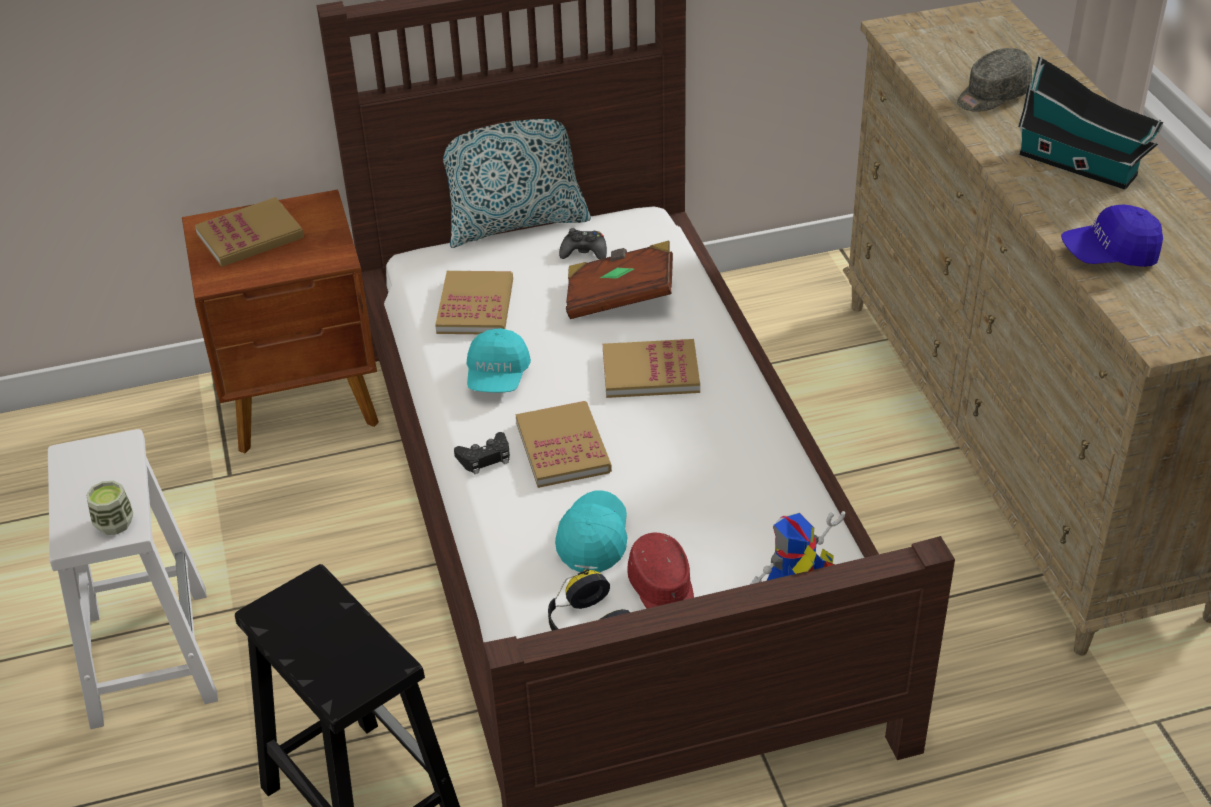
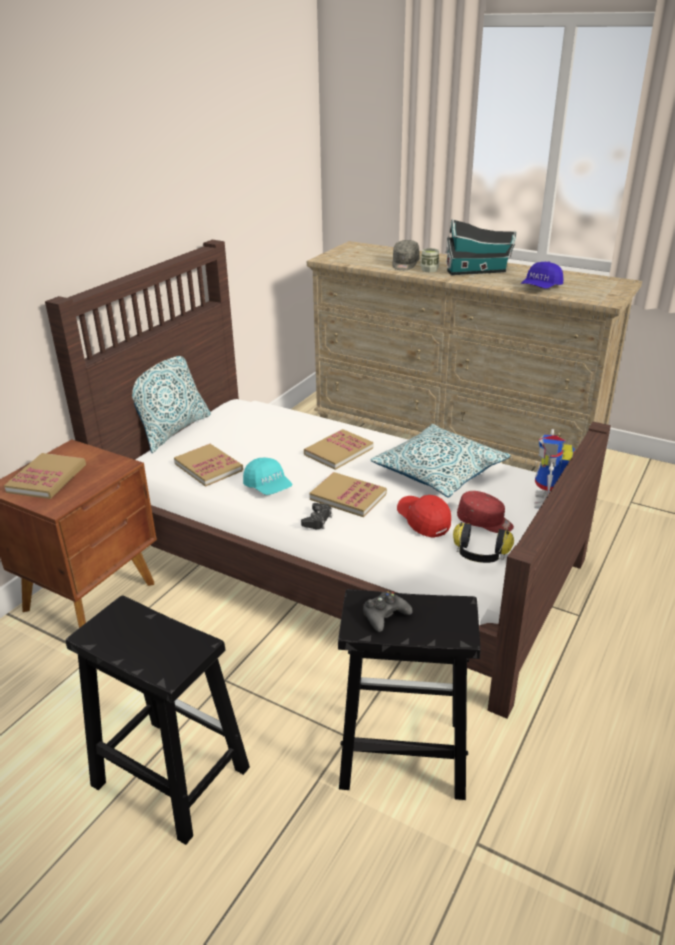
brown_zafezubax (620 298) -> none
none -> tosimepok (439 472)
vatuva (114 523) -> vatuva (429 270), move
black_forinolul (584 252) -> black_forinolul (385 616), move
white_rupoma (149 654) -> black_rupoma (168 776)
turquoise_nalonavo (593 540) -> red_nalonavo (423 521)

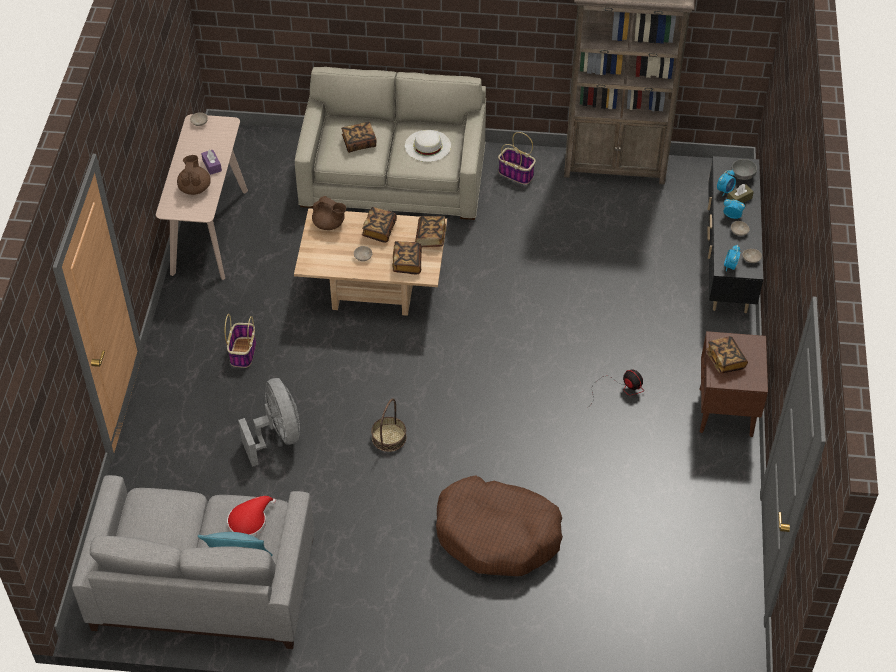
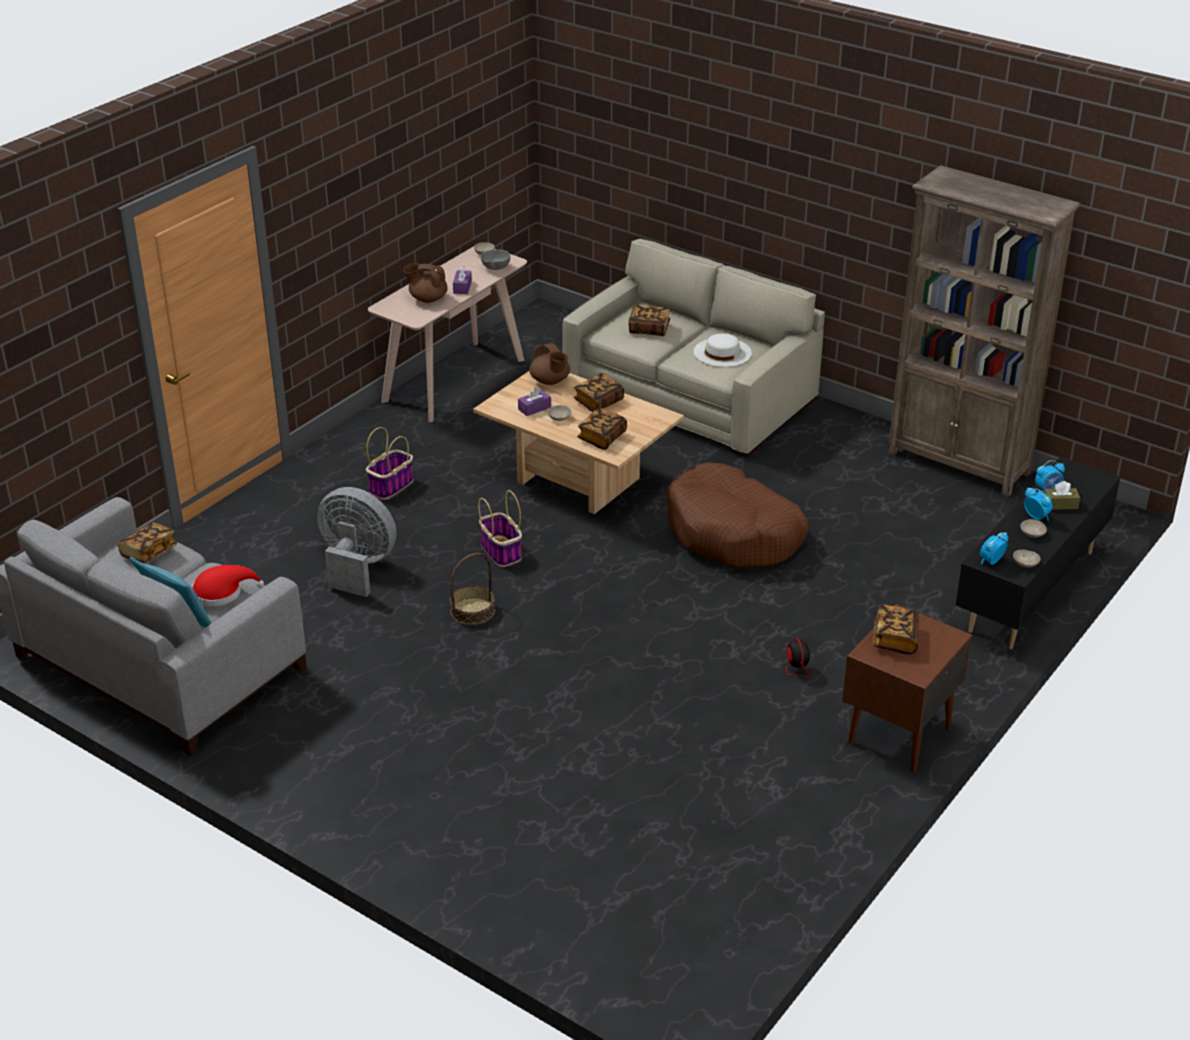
none -> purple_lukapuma (534 408)
zafezubax (430 237) -> zafezubax (149 552), move
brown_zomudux (497 535) -> brown_zomudux (734 533), move
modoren (516 174) -> modoren (501 552), move
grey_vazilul (742 176) -> grey_vazilul (495 268), move
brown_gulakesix (195 188) -> brown_gulakesix (427 299), 105 degrees counterclockwise
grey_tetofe (277 436) -> grey_tetofe (357 567), 75 degrees counterclockwise

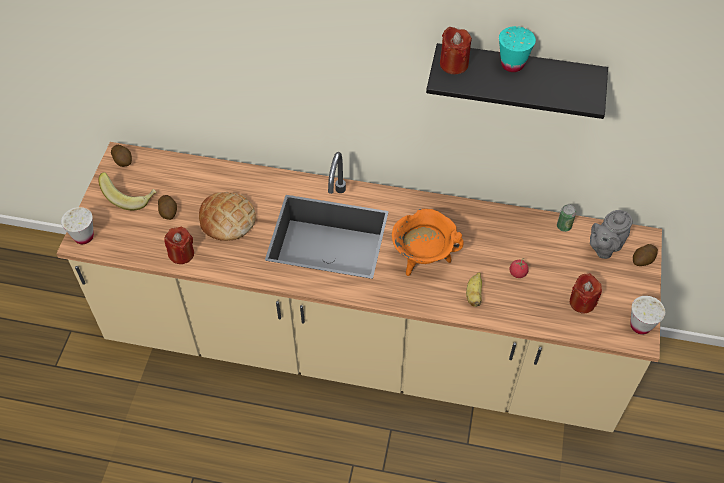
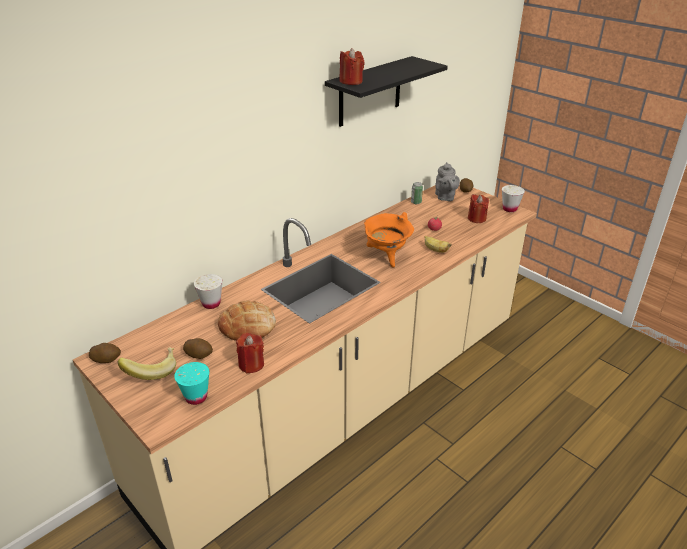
white_vatuva (84 237) -> white_vatuva (211 304), move
turquoise_vatuva (512 64) -> turquoise_vatuva (196 397), move

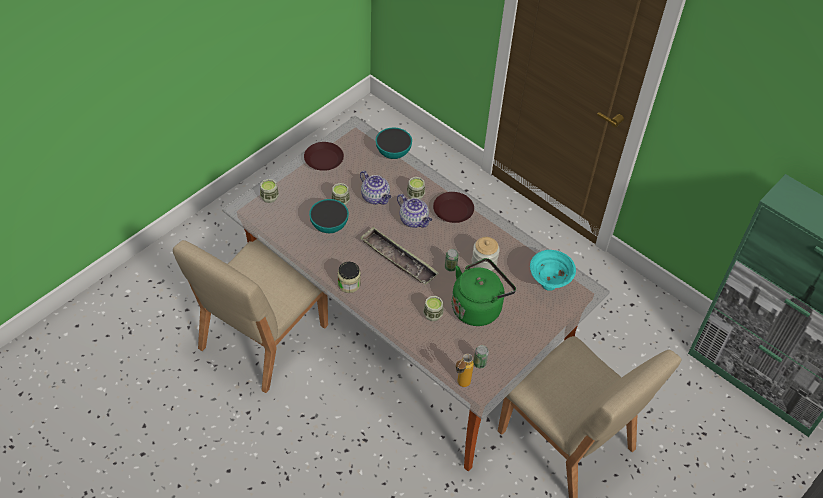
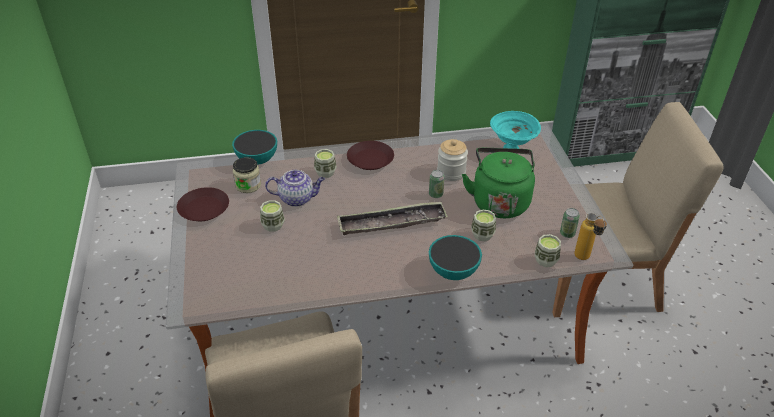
gulakesix (414 220) -> none
vatuva (269 197) -> vatuva (546 260), move
vazilul (329 226) -> vazilul (453 271), move
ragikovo (349 284) -> ragikovo (248 185), move

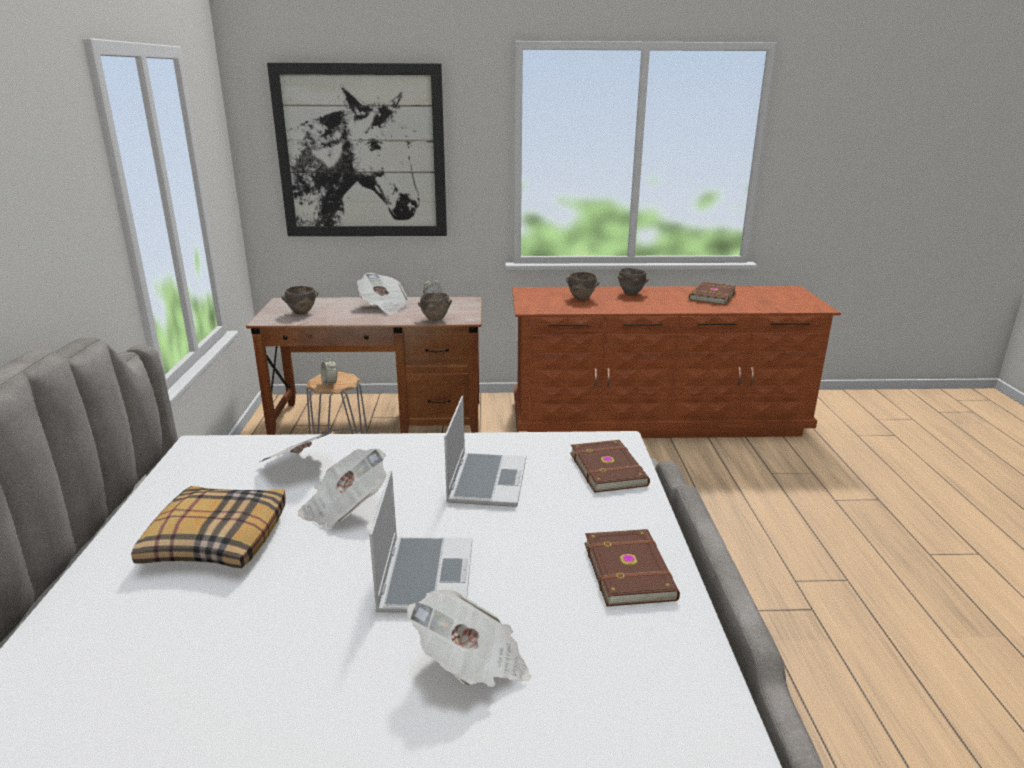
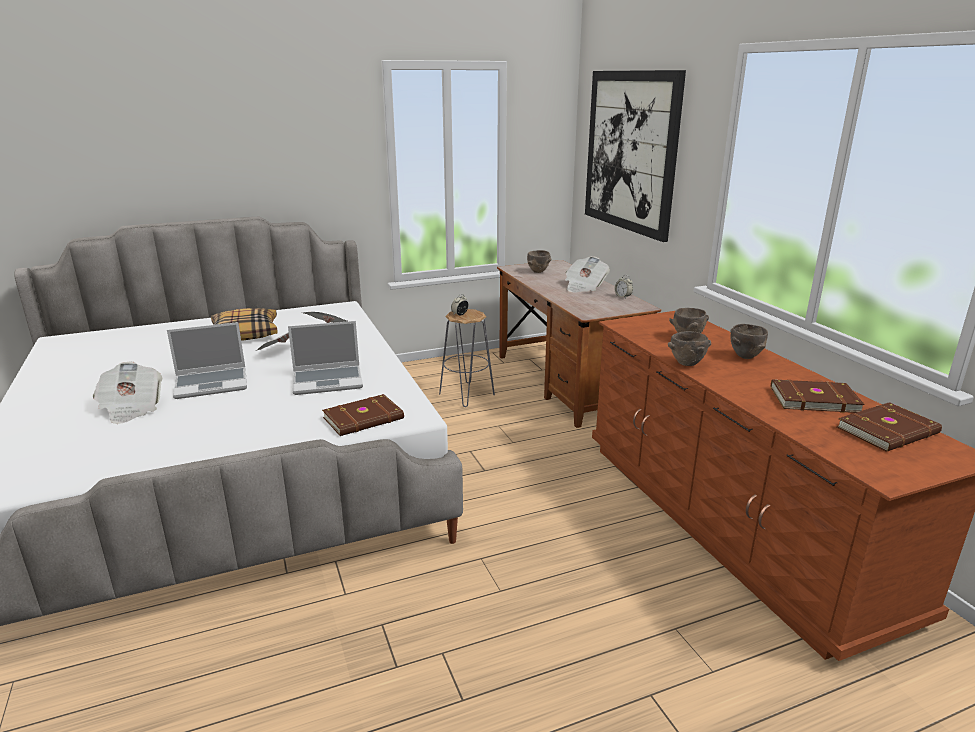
brown_vazilul (435 319) -> brown_vazilul (687 364), move
brown_zafezubax (630 570) -> brown_zafezubax (889 431), move

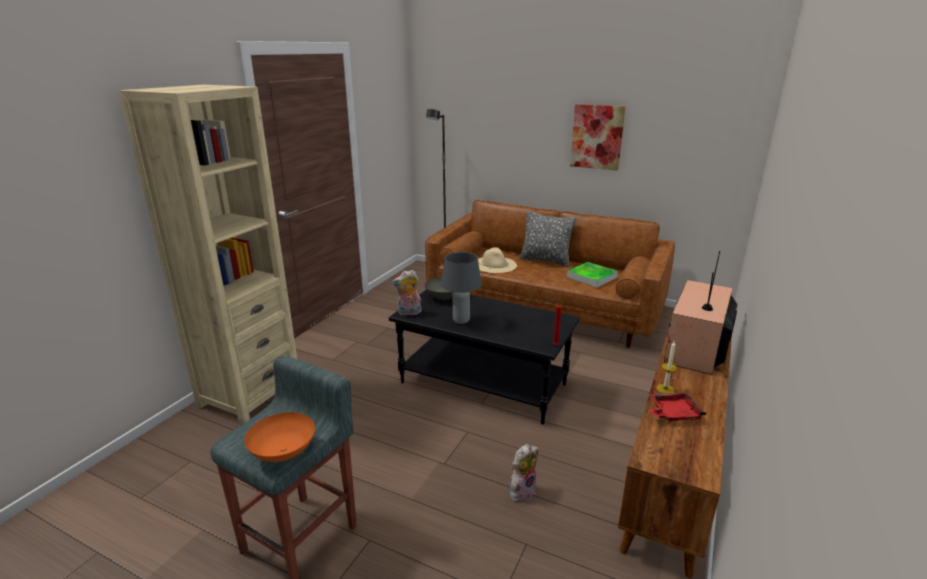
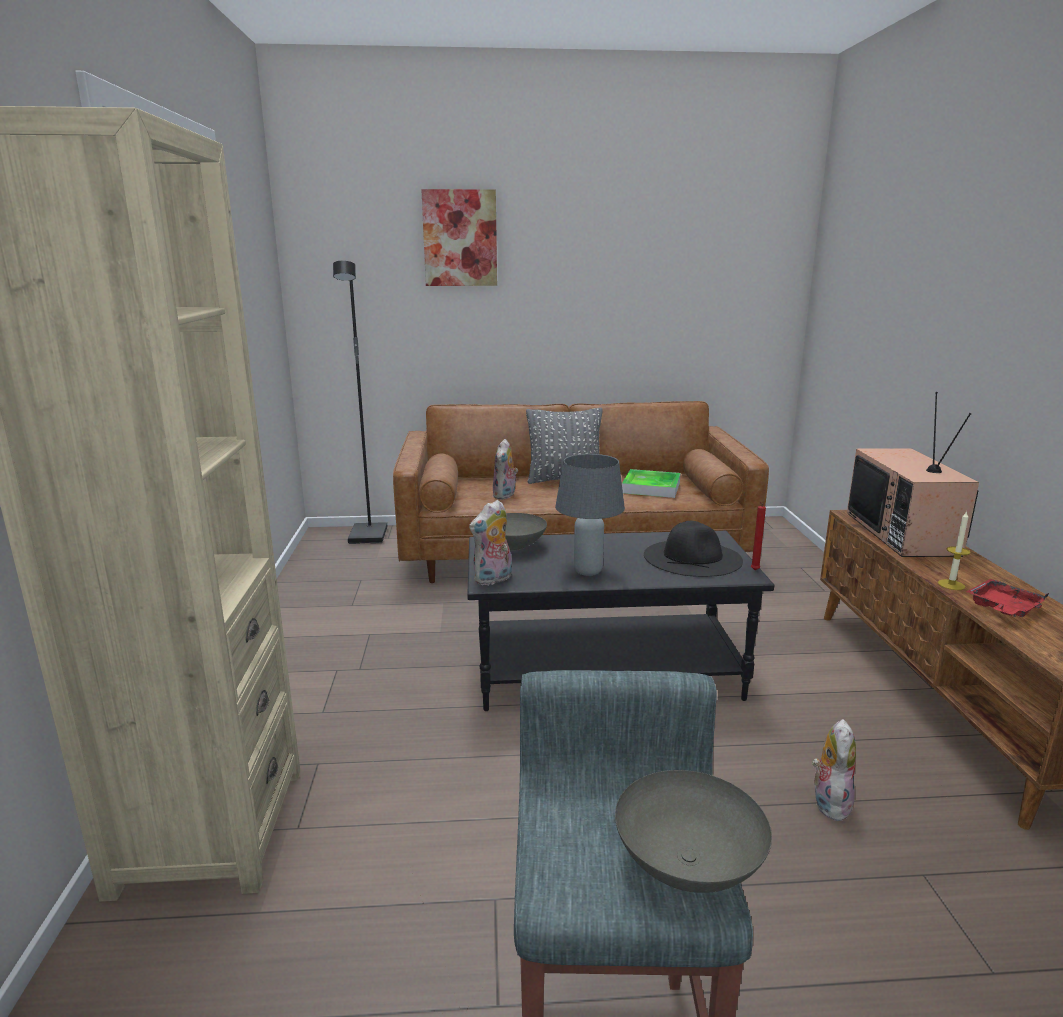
none -> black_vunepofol (692 557)
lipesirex (597 137) -> lipesirex (460 238), move
beige_vunepofol (494 264) -> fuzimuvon (505 495)
orange_vazilul (282 453) -> grey_vazilul (686 867)

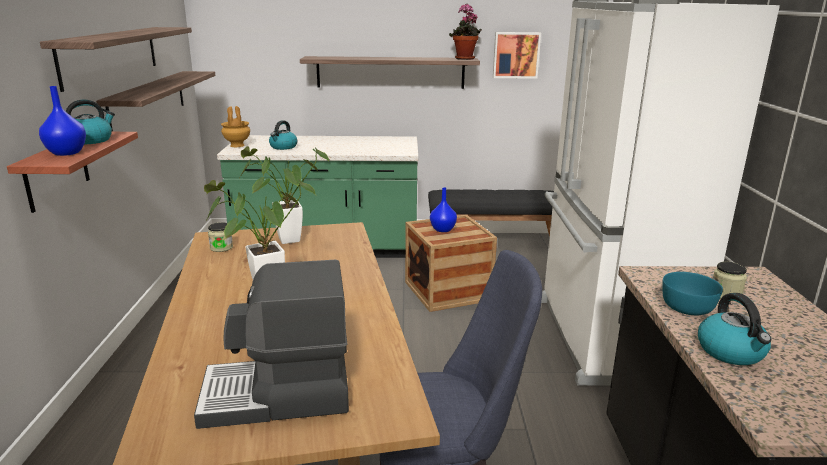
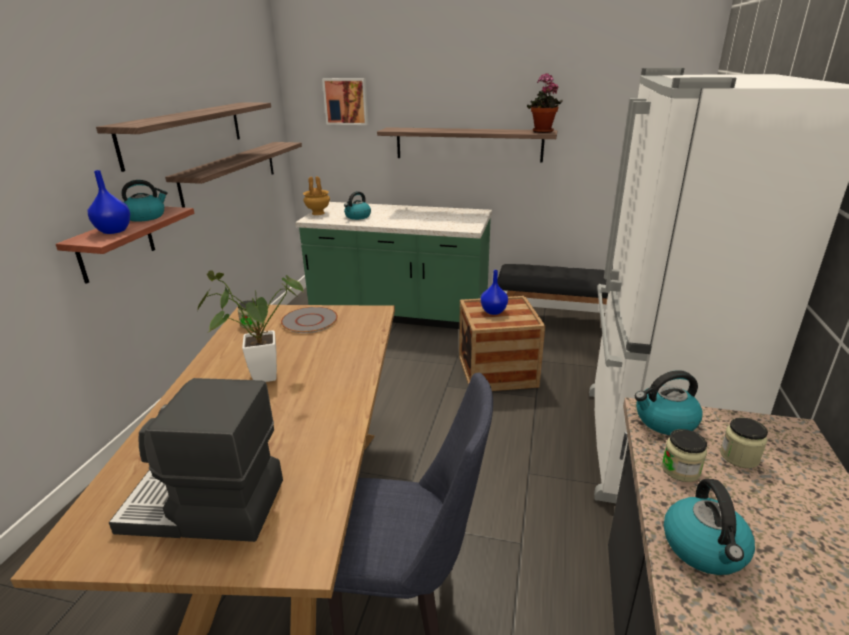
none -> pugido (664 421)
lipesirex (516 55) -> lipesirex (346 101), move
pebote (283 240) -> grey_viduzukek (309 321)
turquoise_vazilul (688 307) -> ragikovo (680 470)

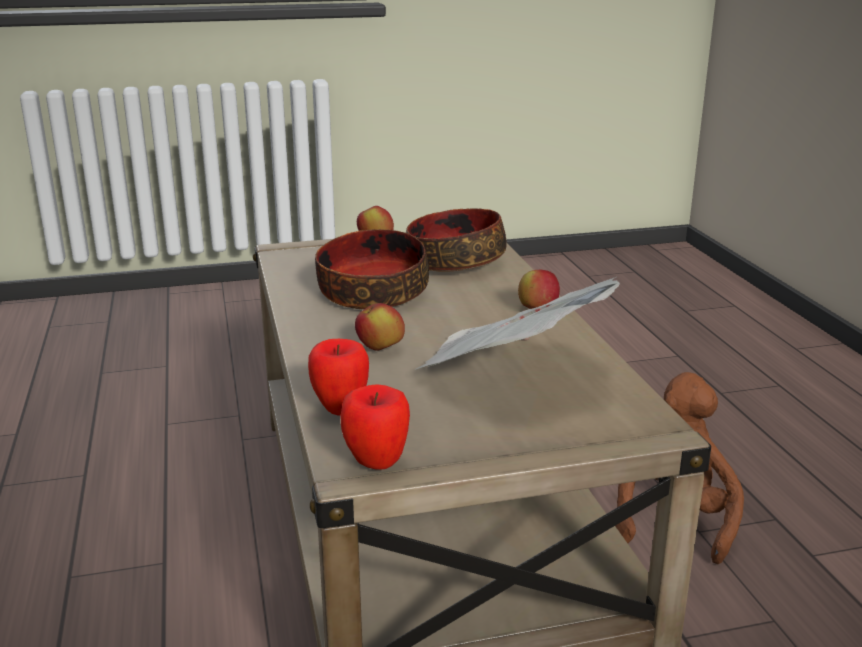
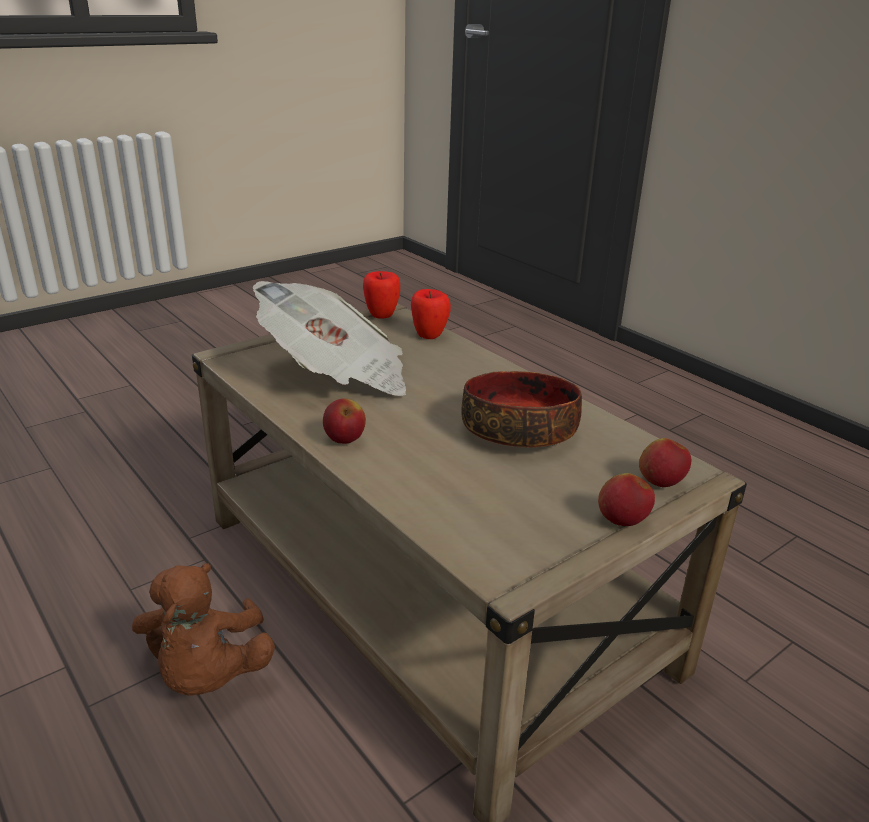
vazilul (454 261) -> none
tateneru (380 348) -> tateneru (660 482), move

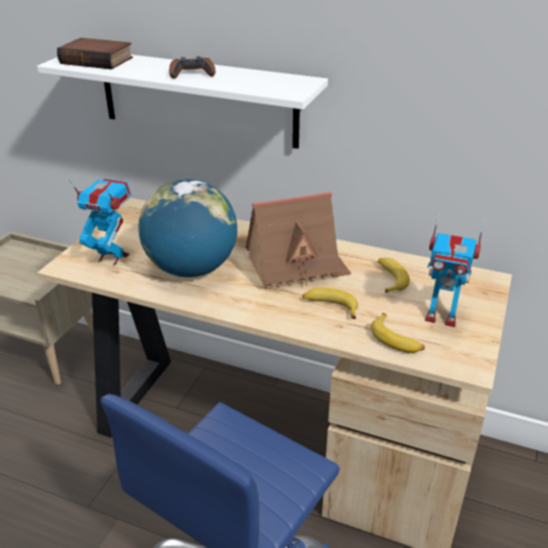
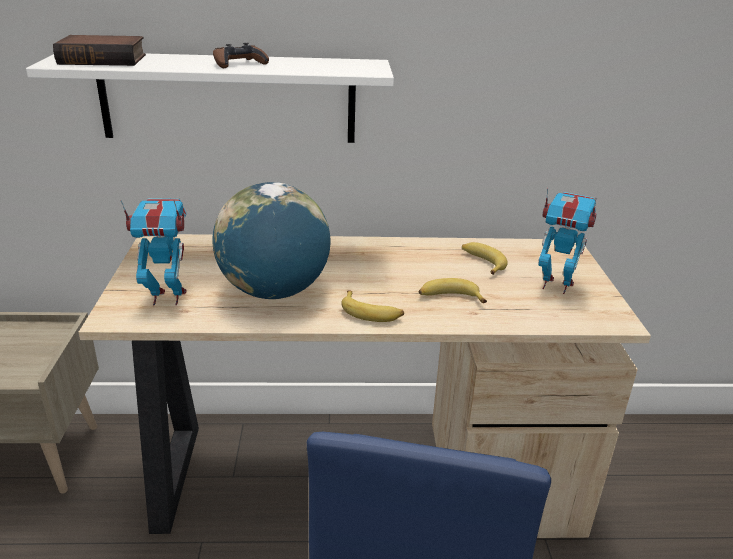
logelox (296 266) -> none
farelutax (396 339) -> farelutax (371 313), move
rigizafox (441 316) -> rigizafox (556 285), 150 degrees counterclockwise

